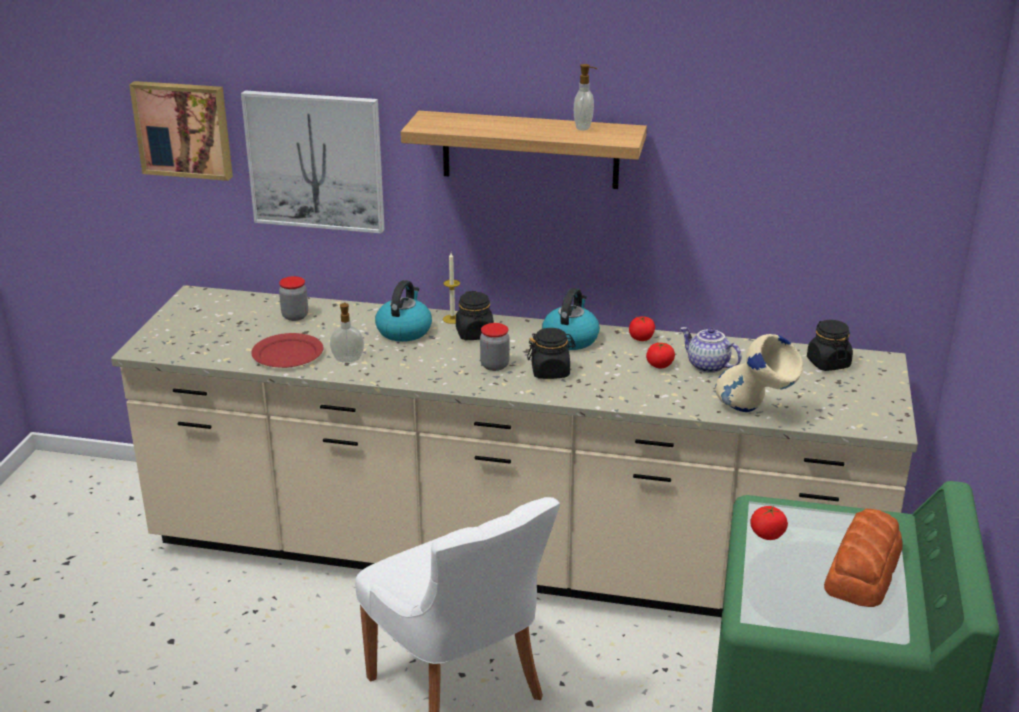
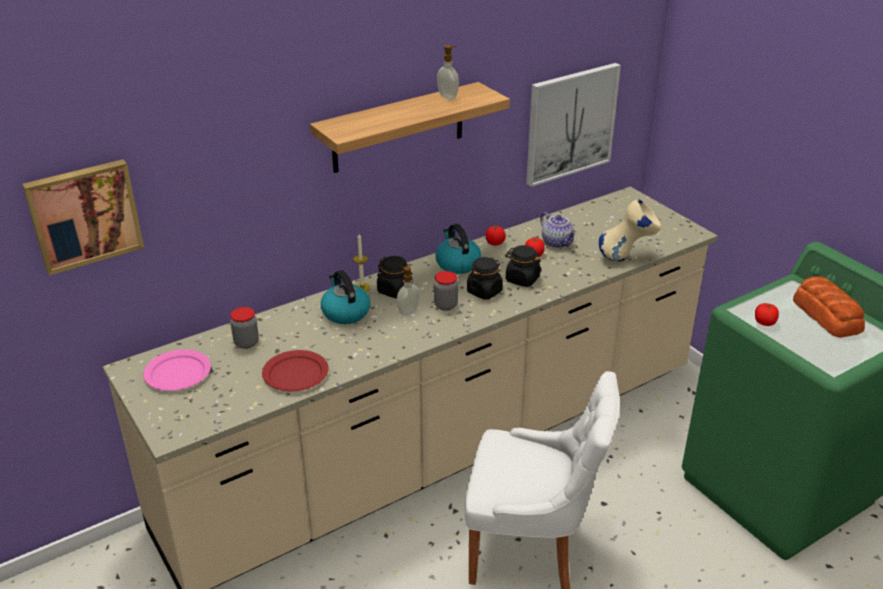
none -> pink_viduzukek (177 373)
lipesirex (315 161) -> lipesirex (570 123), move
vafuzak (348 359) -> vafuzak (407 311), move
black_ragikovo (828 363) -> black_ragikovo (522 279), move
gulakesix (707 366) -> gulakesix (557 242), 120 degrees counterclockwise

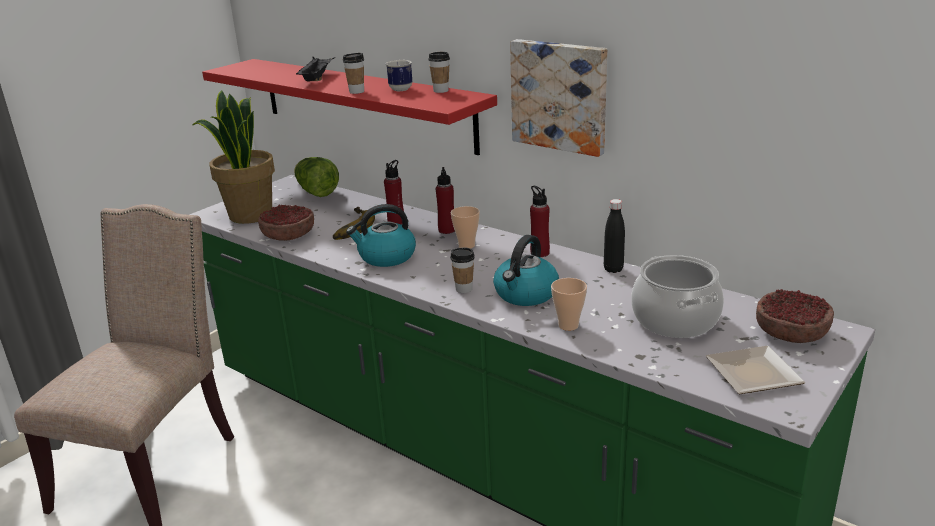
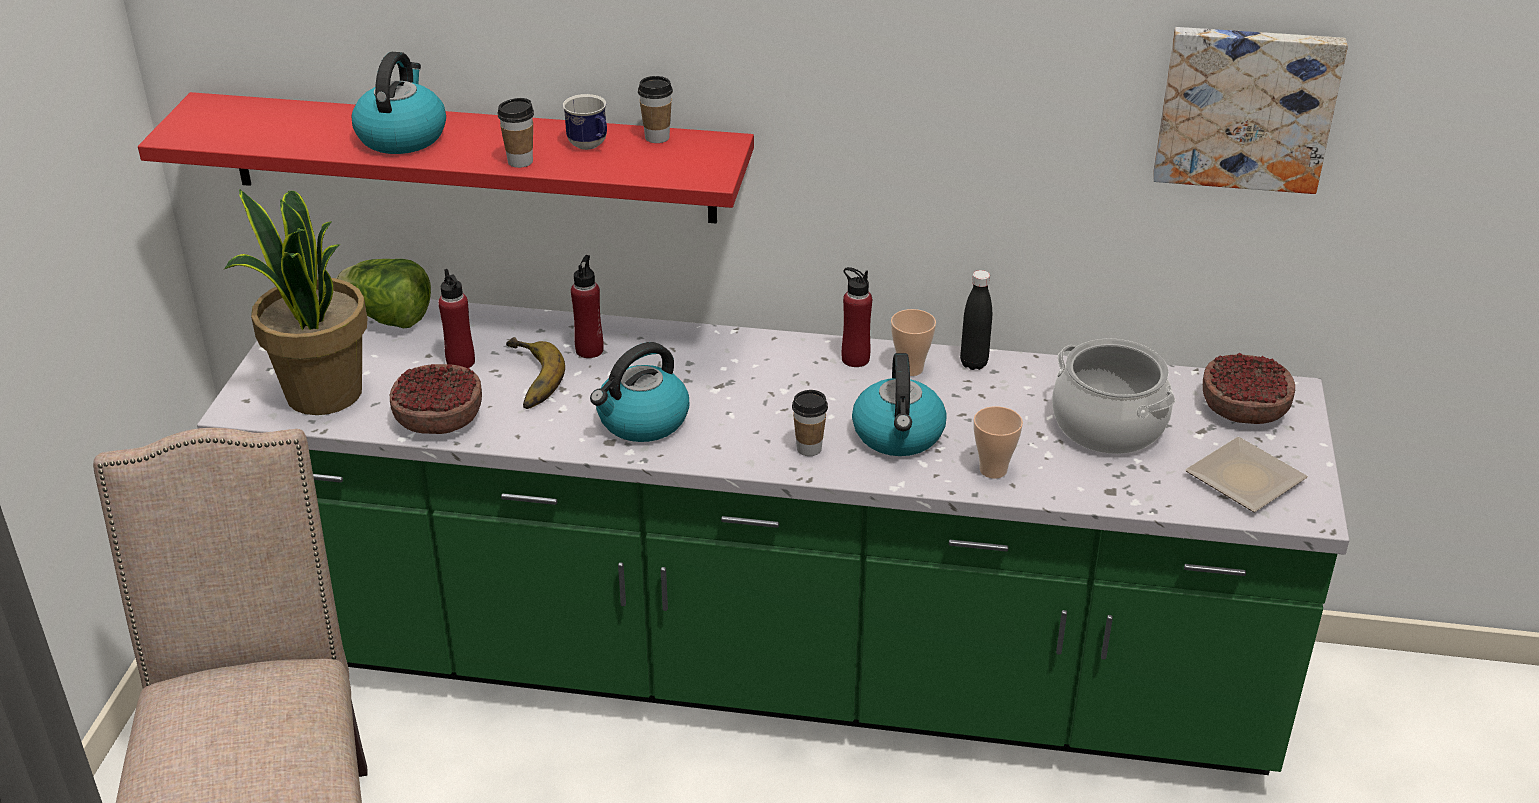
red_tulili (447 230) -> red_tulili (460 362), move
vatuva (466 245) -> vatuva (910 369), move
lipesirex (560 95) -> lipesirex (1246 107), move
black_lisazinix (317 78) -> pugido (402 136)

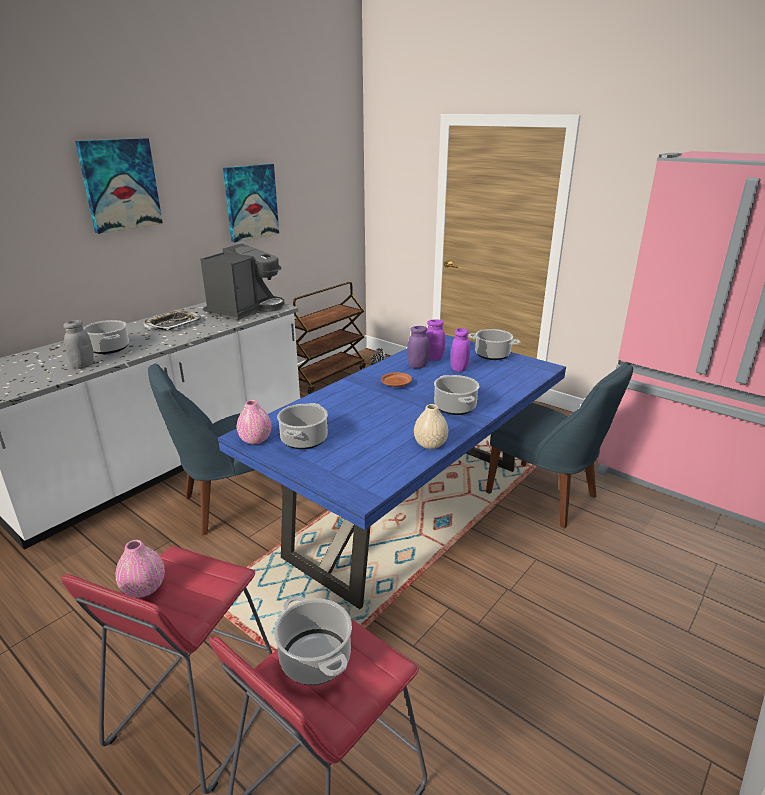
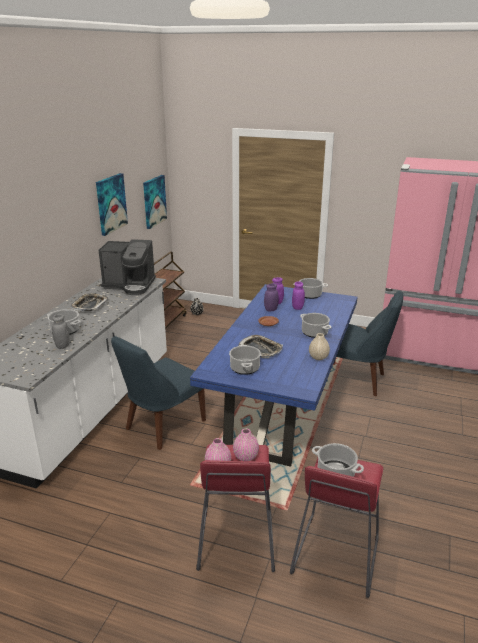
none -> lisazinix (260 349)
lipesirex (120 185) -> lipesirex (154 201), move
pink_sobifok (255 439) -> pink_sobifok (245 456), move
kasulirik (246 309) -> kasulirik (130 285), 90 degrees clockwise

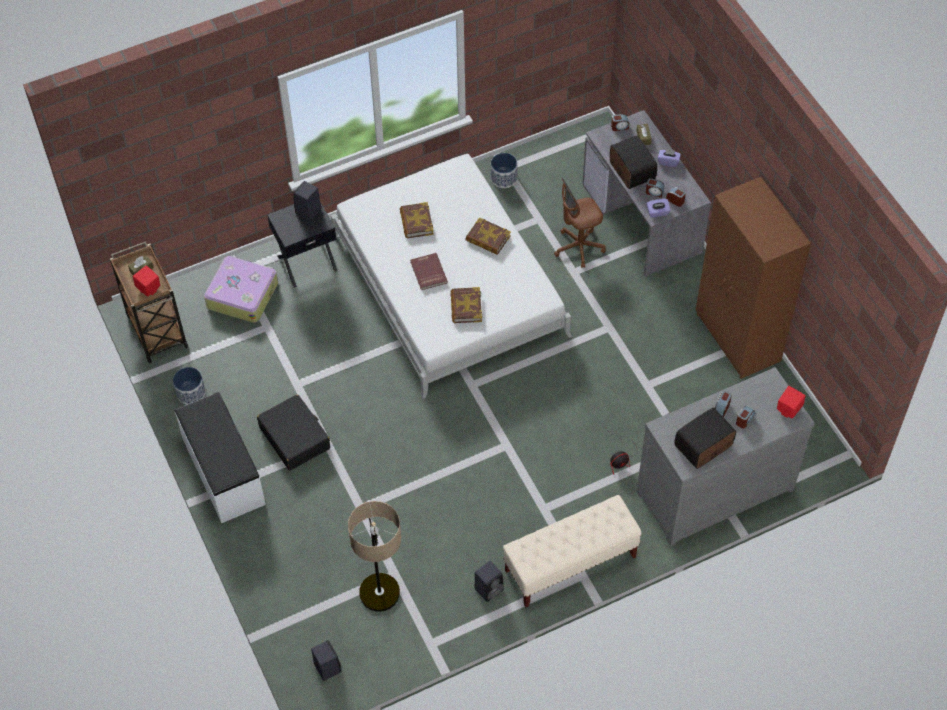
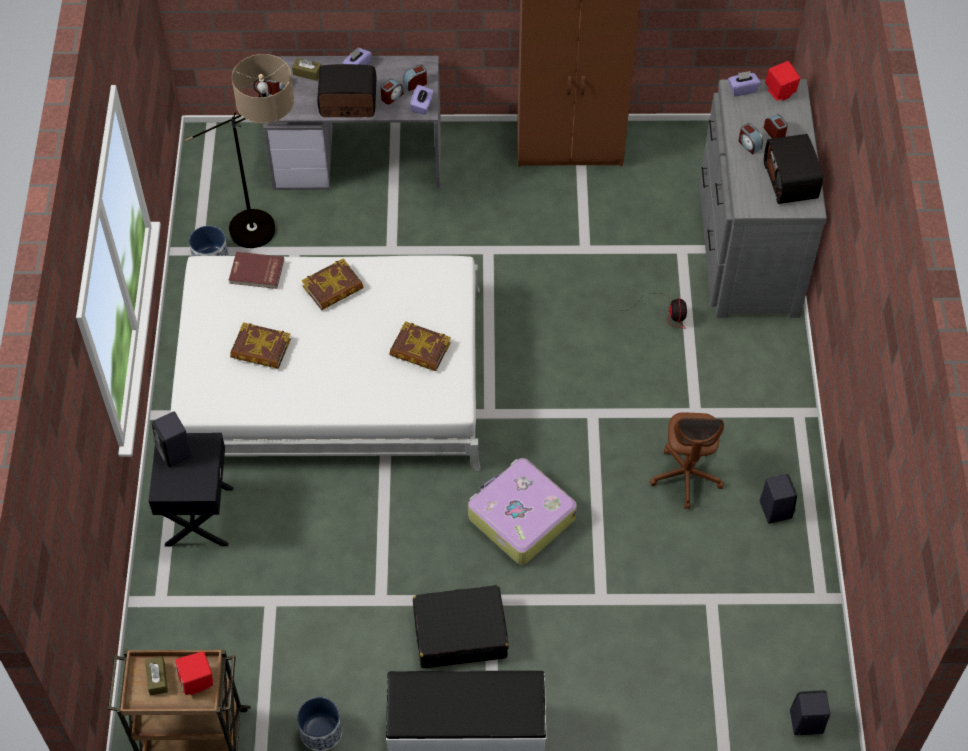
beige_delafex (570 564) -> none
none -> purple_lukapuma (742 89)
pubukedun (242 294) -> pubukedun (520 518), move
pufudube (382 608) -> pufudube (270 233), move
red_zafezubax (428 273) -> red_zafezubax (256 272), move
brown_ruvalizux (579 247) -> brown_ruvalizux (686 477), move

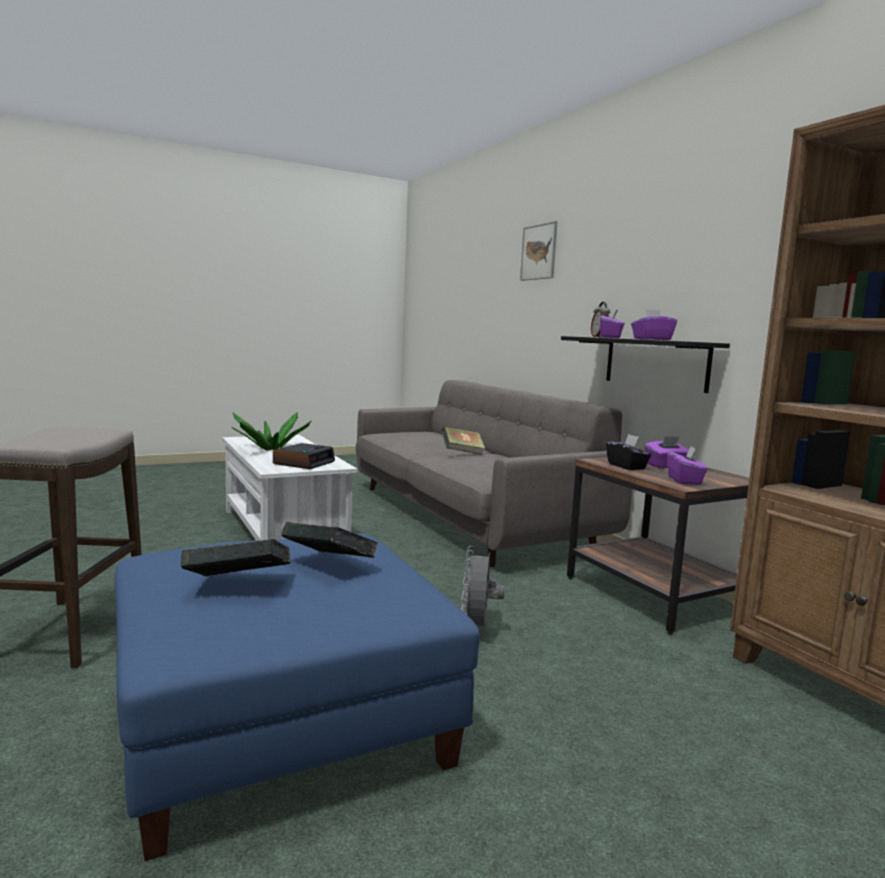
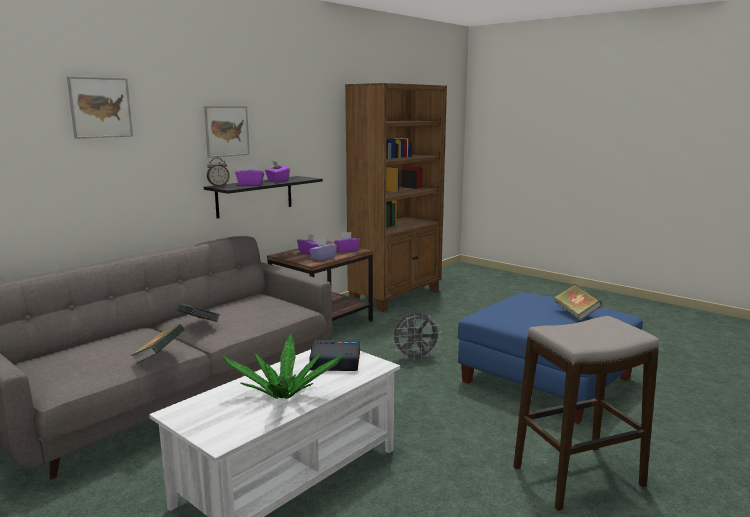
none -> lipesirex (227 131)
zafezubax (329 565) -> zafezubax (159 357), move
black_lukapuma (627 466) -> purple_lukapuma (322 258)

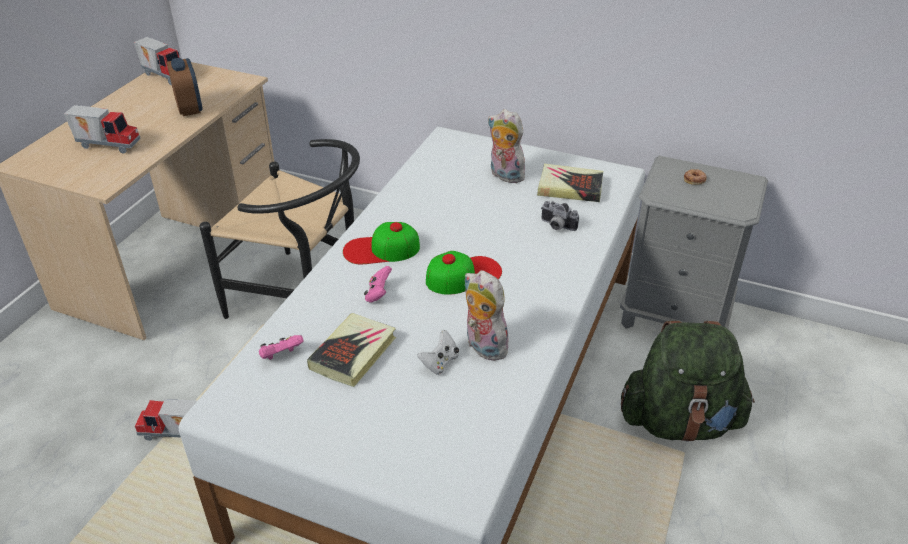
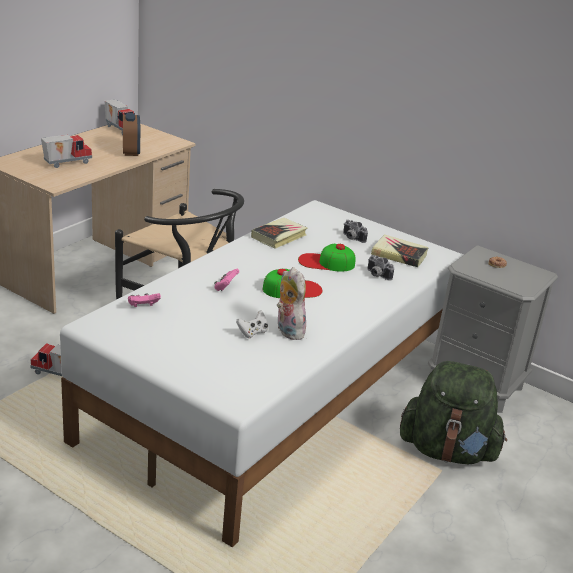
zafezubax (353 353) -> zafezubax (279 236), move
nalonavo (381 249) -> nalonavo (326 262), move
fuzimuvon (504 176) -> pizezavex (351 238)
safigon (109 145) -> safigon (66 163), 60 degrees counterclockwise

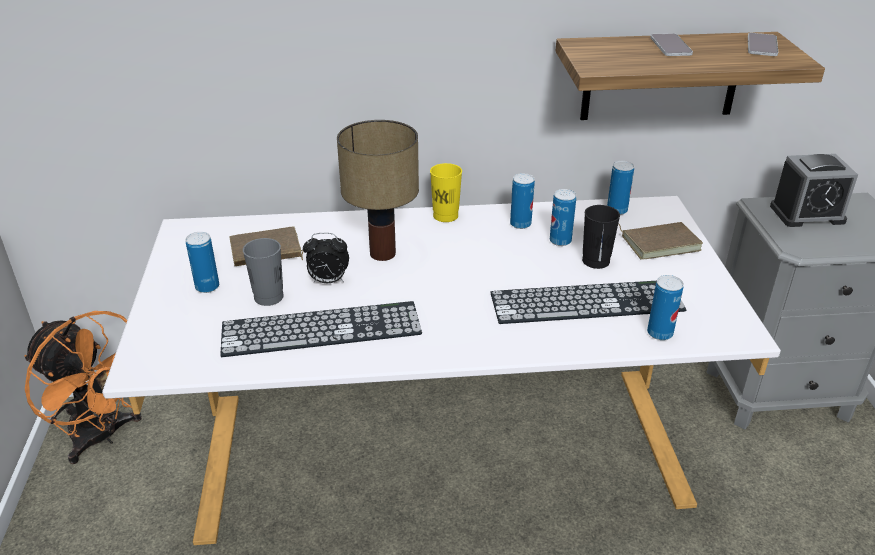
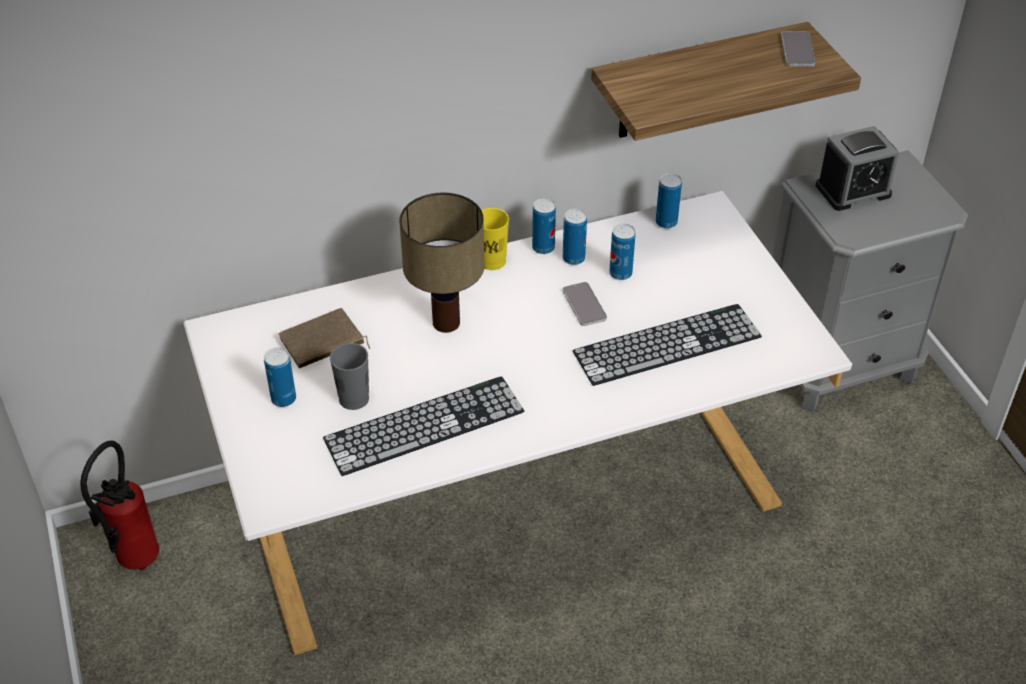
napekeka (328 281) -> none
black_vatuva (595 261) -> none
brown_zafezubax (659 242) -> none
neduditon (660 333) -> neduditon (543 248), move
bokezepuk (670 46) -> bokezepuk (584 305), move
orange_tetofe (103 436) -> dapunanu (133 563)

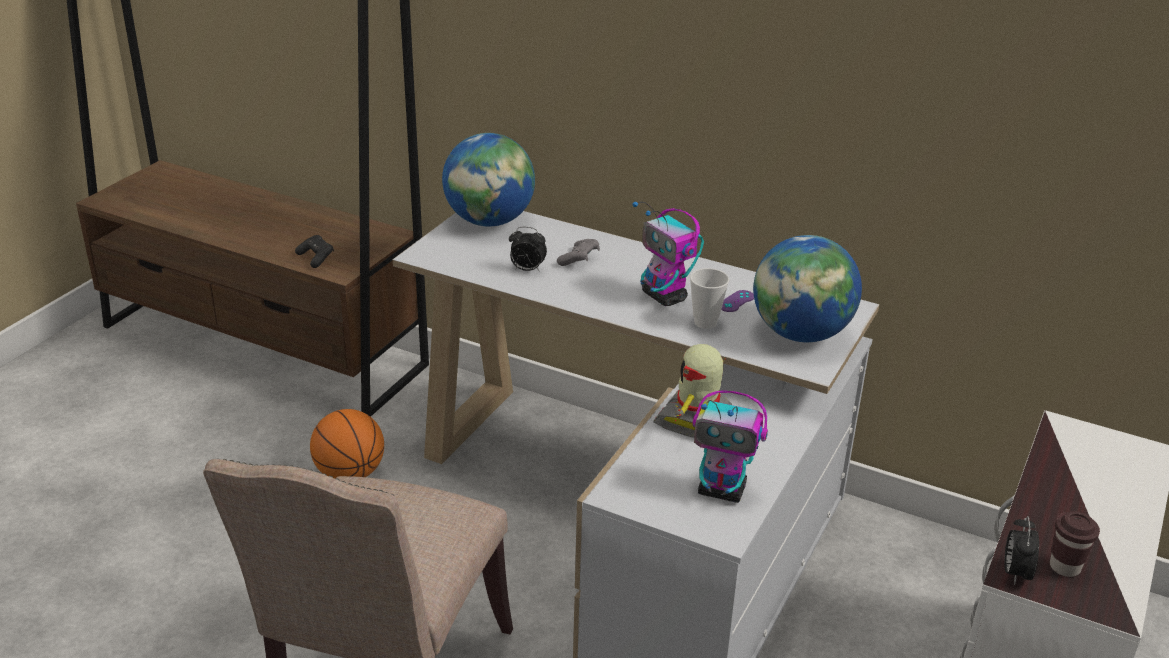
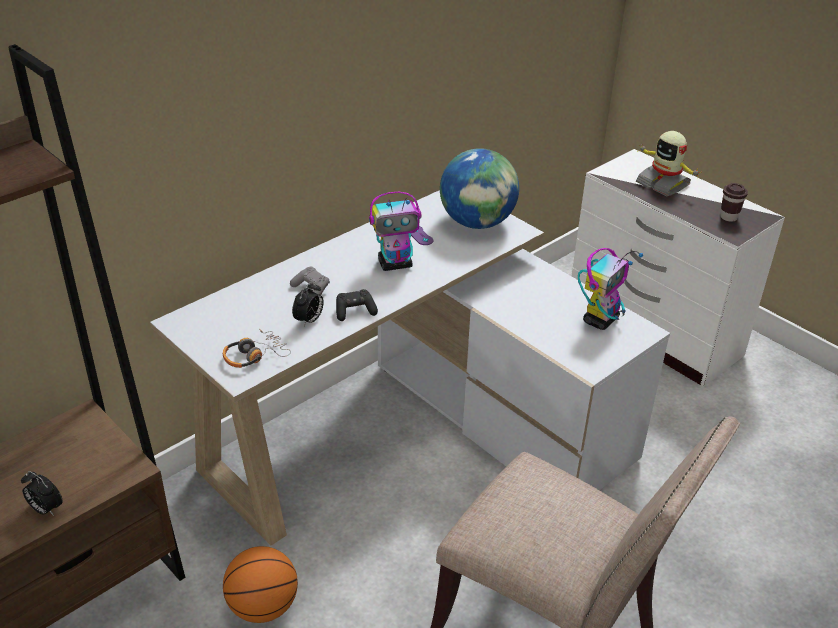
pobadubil (489 221) -> none
vatuva (705 322) -> none
none -> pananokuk (254 355)
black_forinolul (316 258) -> black_forinolul (355 311), move
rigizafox (695 419) -> rigizafox (663 184), move
napekeka (1015 573) -> napekeka (45 509), move

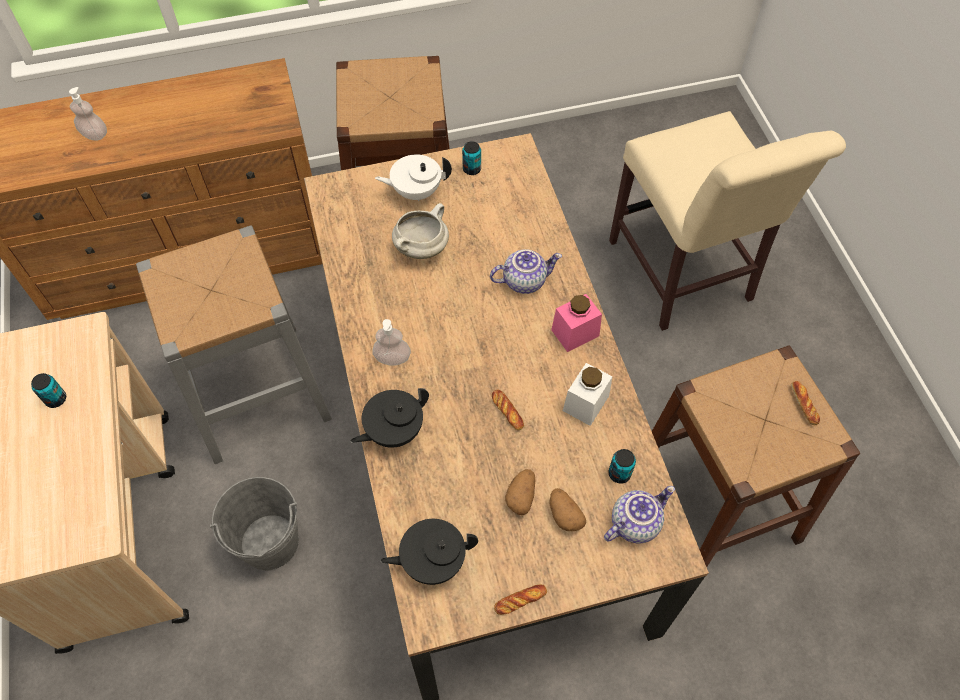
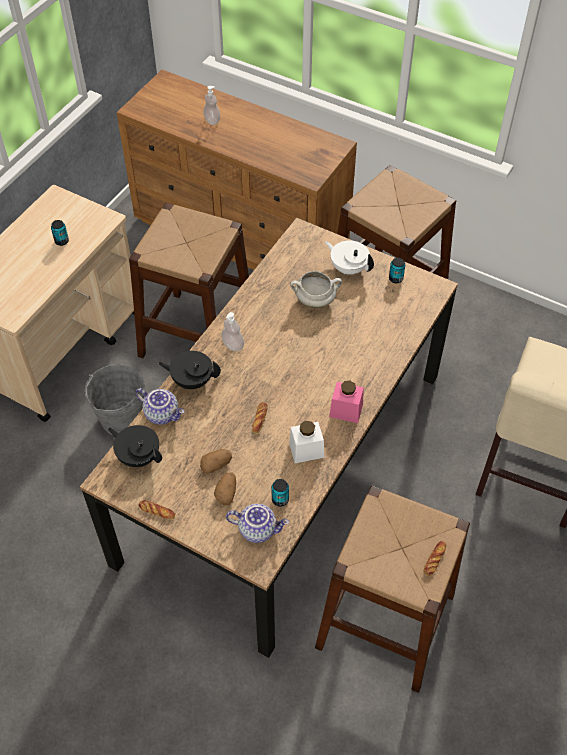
gulakesix (524 280) -> gulakesix (162 413), move
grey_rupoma (256 391) -> brown_rupoma (197 335)

